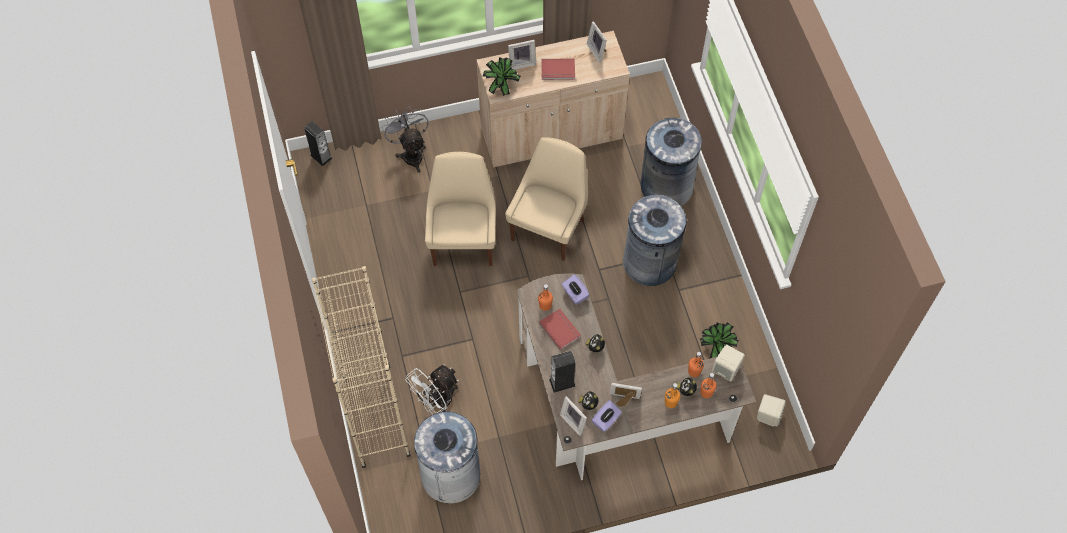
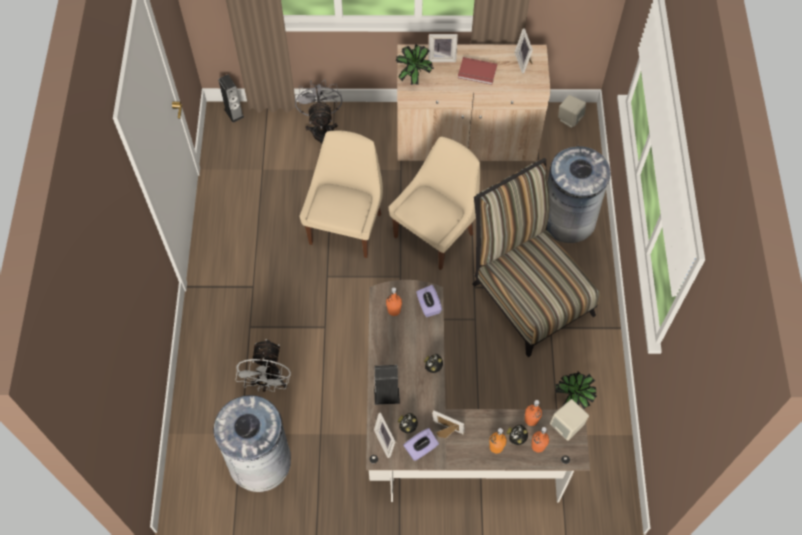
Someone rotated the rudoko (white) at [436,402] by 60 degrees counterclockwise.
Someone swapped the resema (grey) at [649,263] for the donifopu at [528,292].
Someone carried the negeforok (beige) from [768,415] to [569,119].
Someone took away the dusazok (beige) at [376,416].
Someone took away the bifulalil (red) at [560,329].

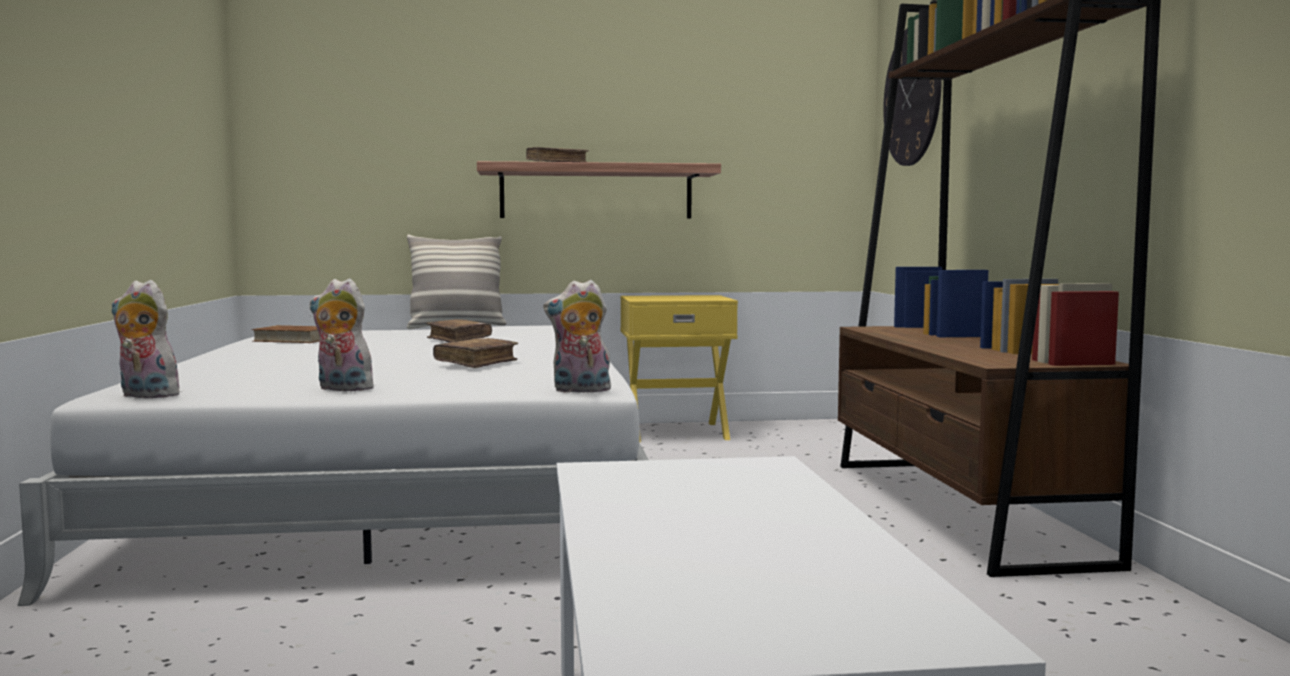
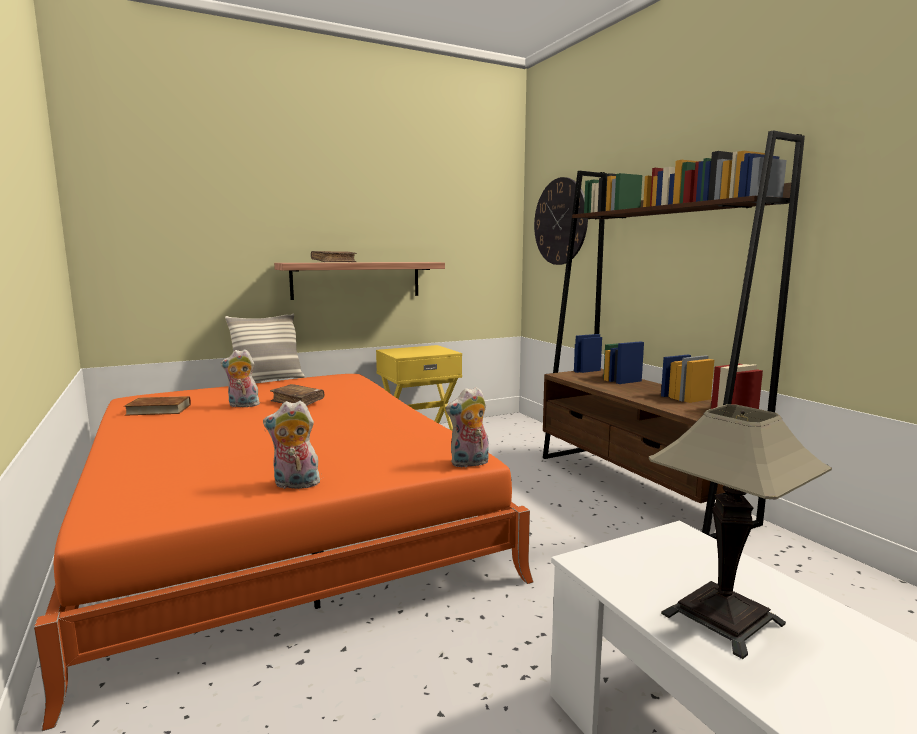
Someone repainted the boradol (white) at [405,487], which became the boradol (orange) at [278,517].
Someone carried the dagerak from [145,396] to [242,405].
Someone put down the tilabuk at [723,619].
Someone took away the bifulalil (brown) at [476,363].

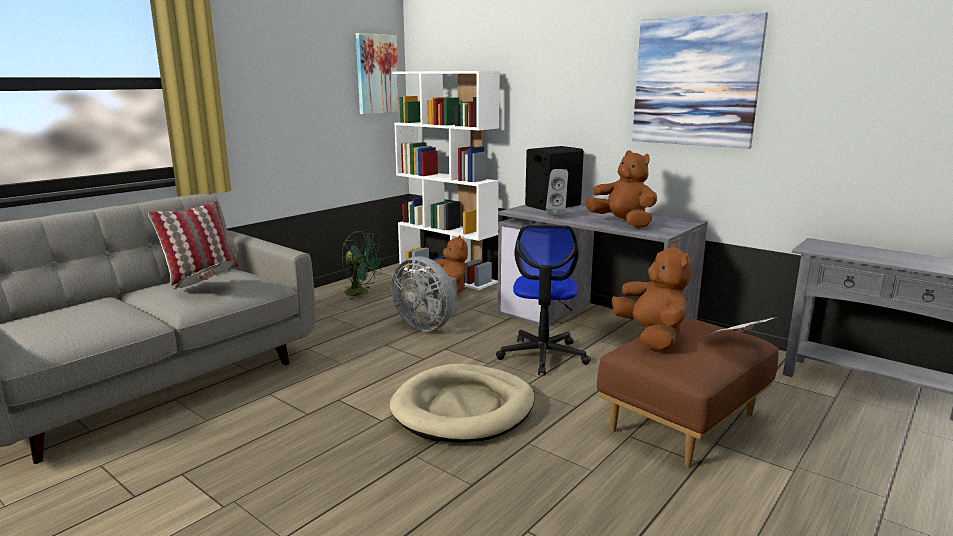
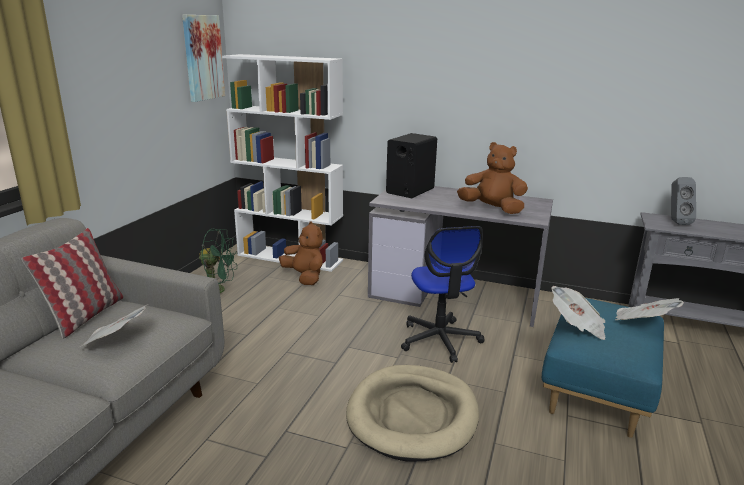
Someone repainted the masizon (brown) at [683,424], which became the masizon (blue) at [597,393].
Someone swapped the dagerak (brown) at [651,337] for the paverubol at [577,326].
Someone carried the negeforok (grey) from [557,215] to [676,222].
Someone took away the rudoko (grey) at [427,325].
Someone took away the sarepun at [695,82].

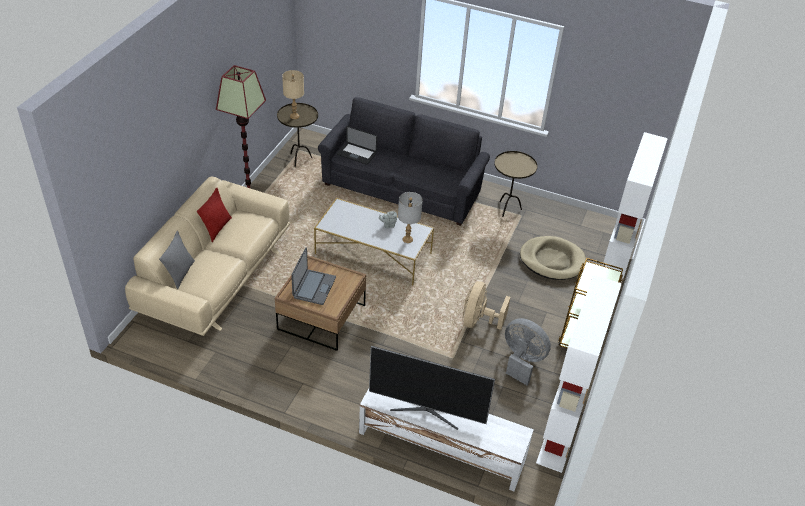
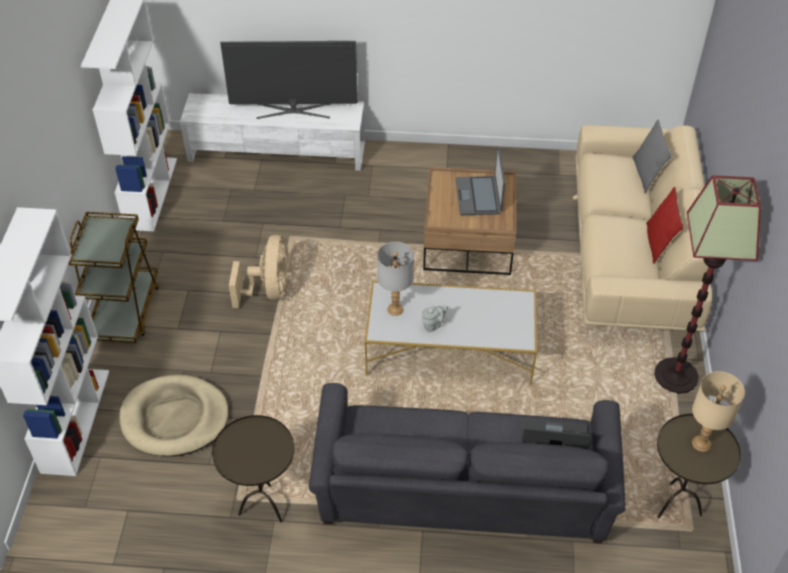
Someone took away the rudoko (grey) at [522,361].

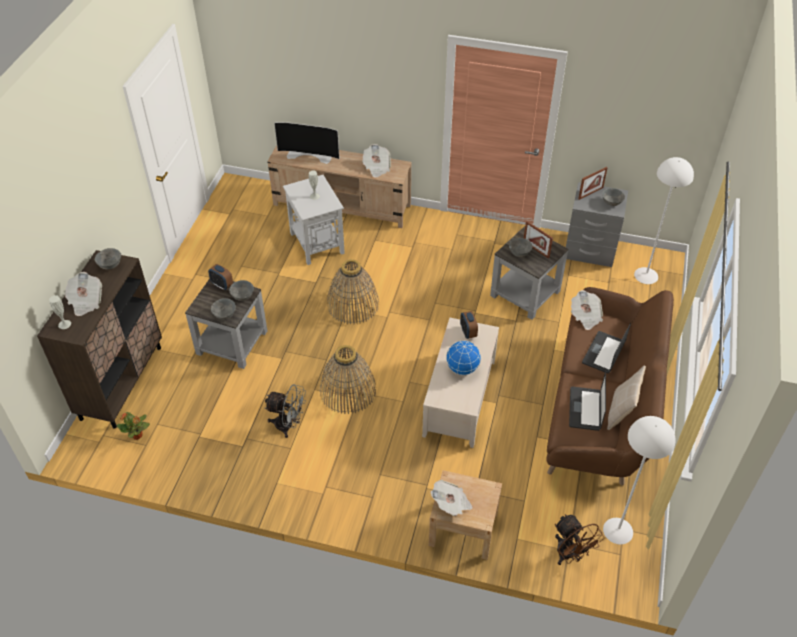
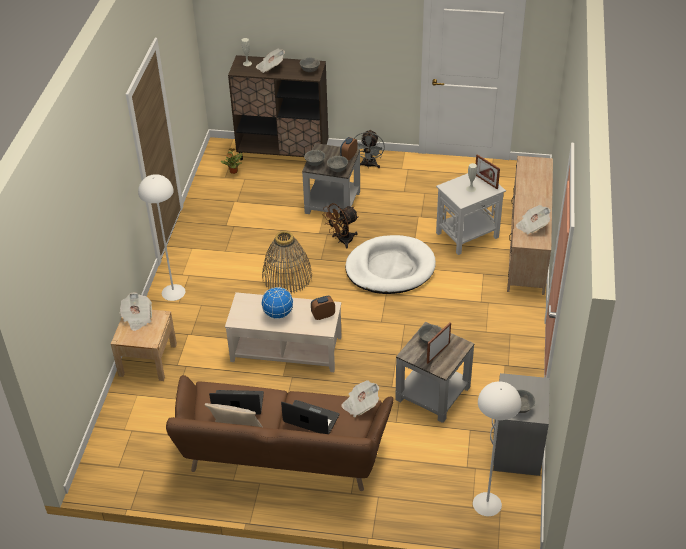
Someone carried the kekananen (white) from [618,531] to [173,292].
Someone carried the rudoko (brown) from [570,555] to [342,241].
Someone swapped the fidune at [353,305] for the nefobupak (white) at [390,268].
Someone carried the rudoko (grey) from [288,425] to [368,165].
Someone carried the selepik from [590,193] to [486,181].
Someone took away the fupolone at [310,155].

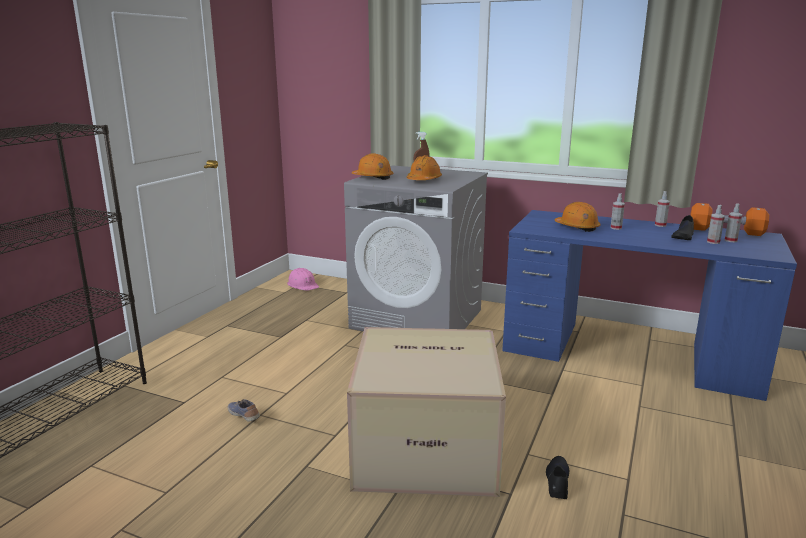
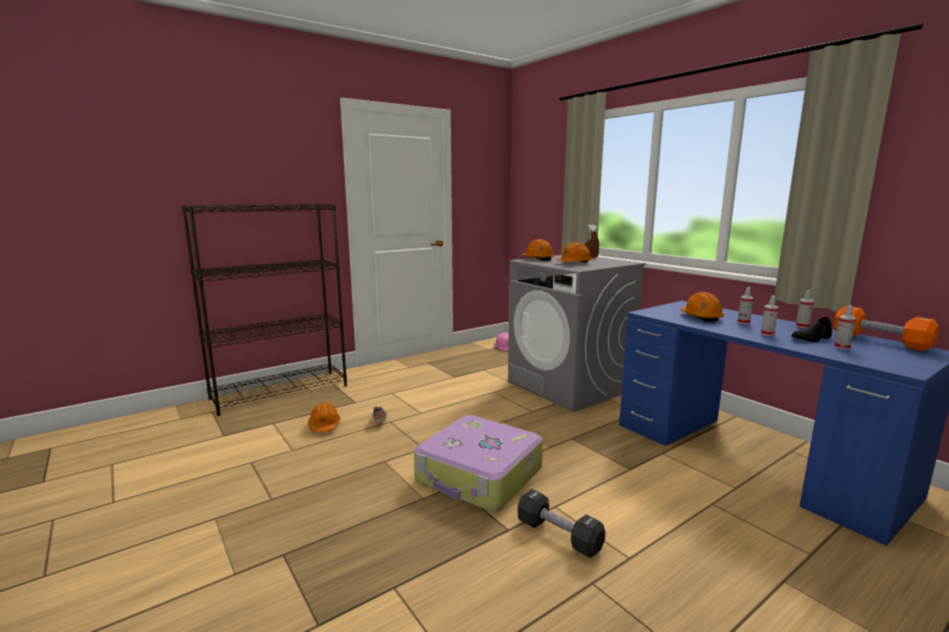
Someone put down the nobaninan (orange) at [324,426].
Someone swapped the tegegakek at [428,447] for the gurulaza at [479,476].
Someone swapped the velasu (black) at [557,481] for the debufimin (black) at [558,535].
Someone carried the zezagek from [730,240] to [767,334].

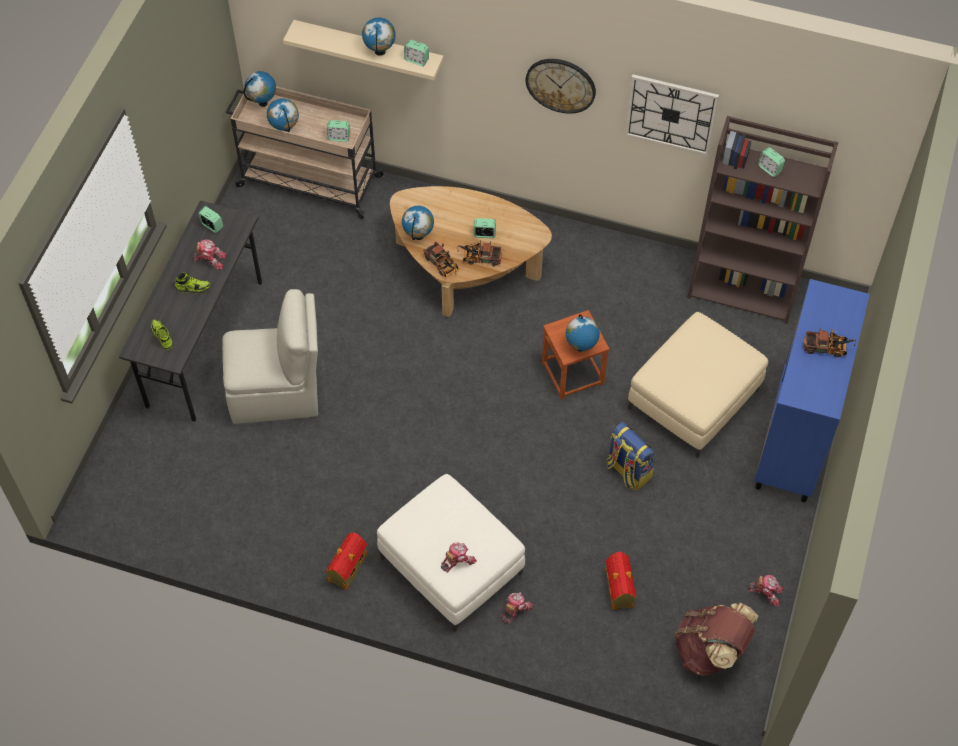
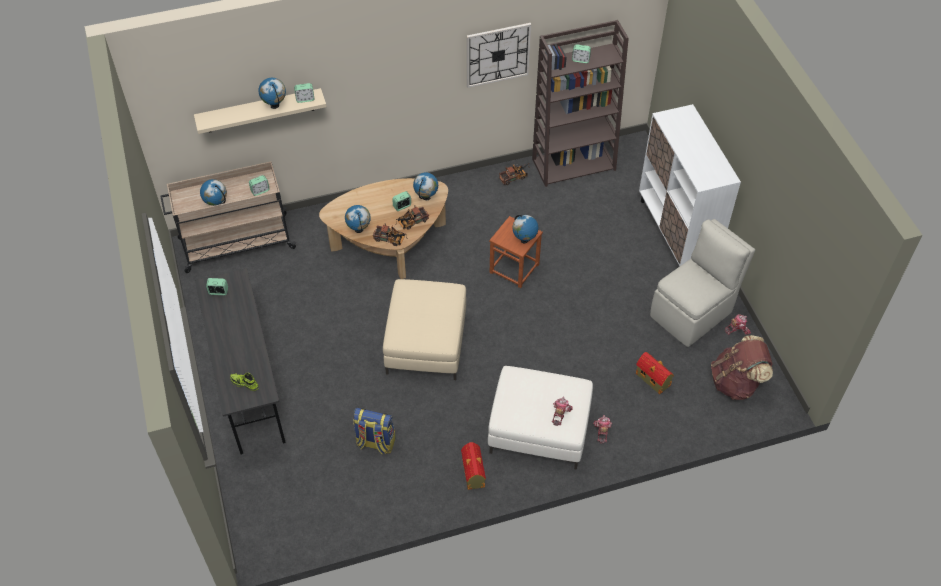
Someone carried the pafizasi from [627,471] to [375,442].
Someone carried the masizon (beige) from [694,399] to [426,342].
Someone carried the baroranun from [263,103] to [426,197].
Someone carried the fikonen from [827,348] to [515,177].
Someone repainted the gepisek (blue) at [794,438], which became the gepisek (white) at [676,232].
Someone carried the donifopu (beige) from [277,393] to [692,313].
Someone took away the velasu at [193,287].
Someone took away the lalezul at [210,259].
Someone took away the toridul at [561,85].

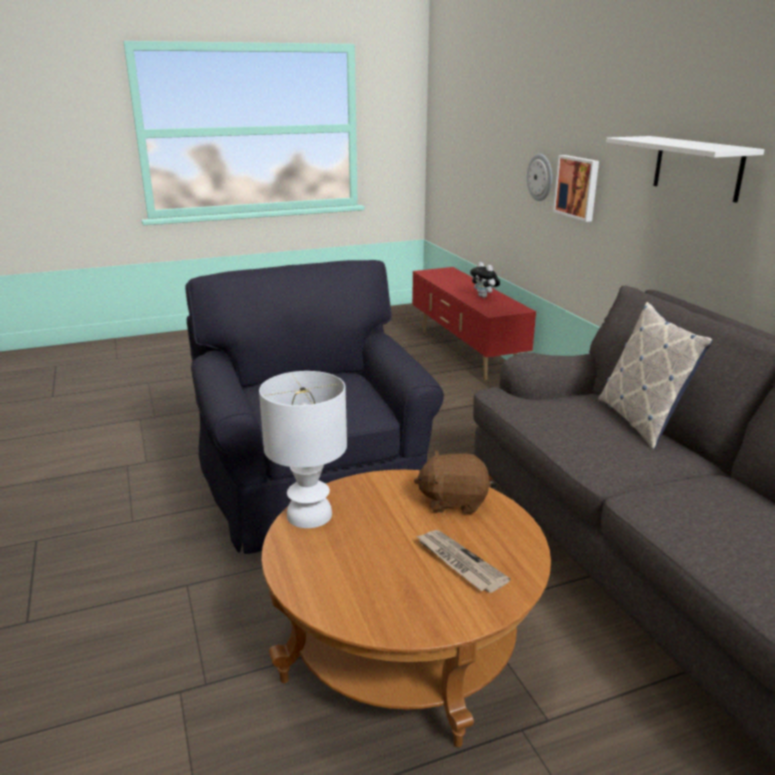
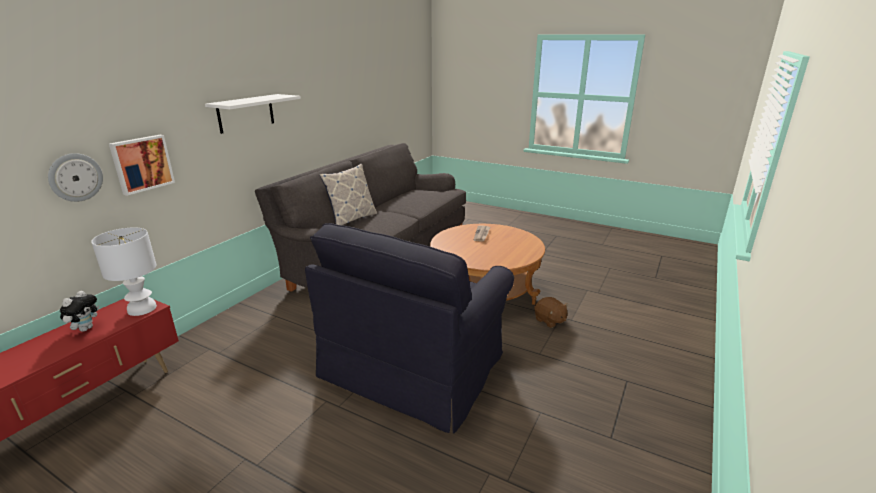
Someone carried the tilabuk (white) from [308,514] to [141,309].
Someone carried the dagerak (brown) from [453,501] to [550,321].

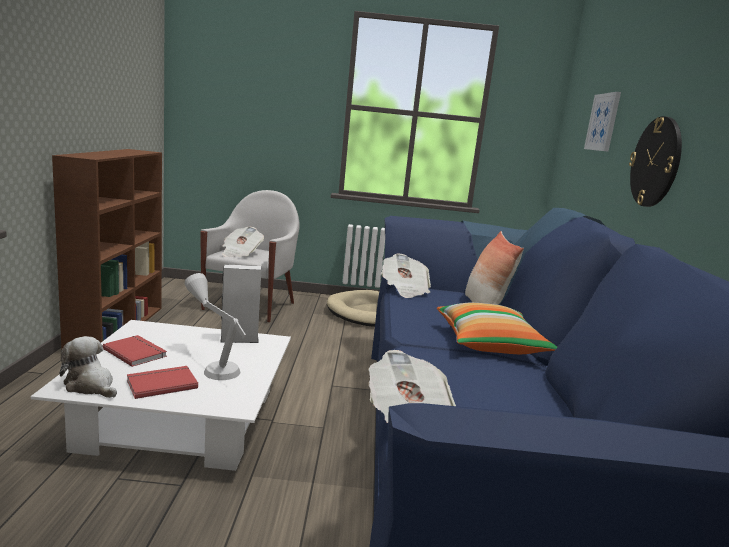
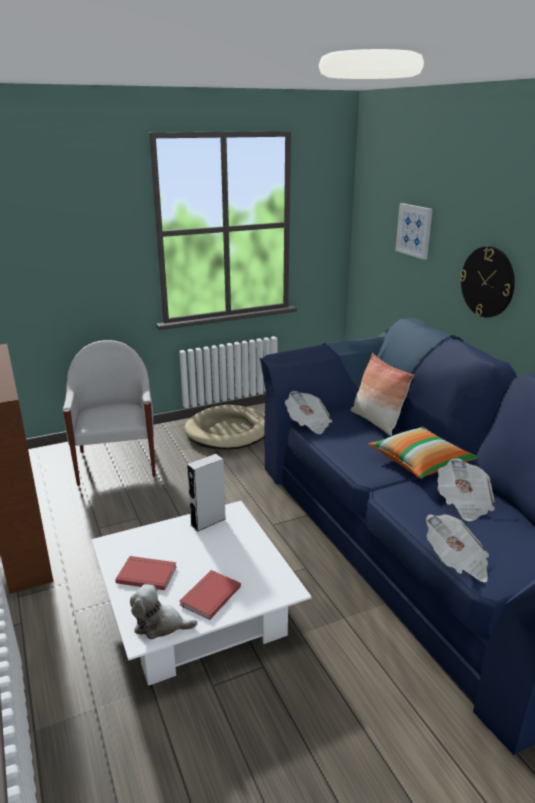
Someone carried the paverubol from [240,253] to [463,503].
Someone took away the tilabuk (grey) at [214,365].

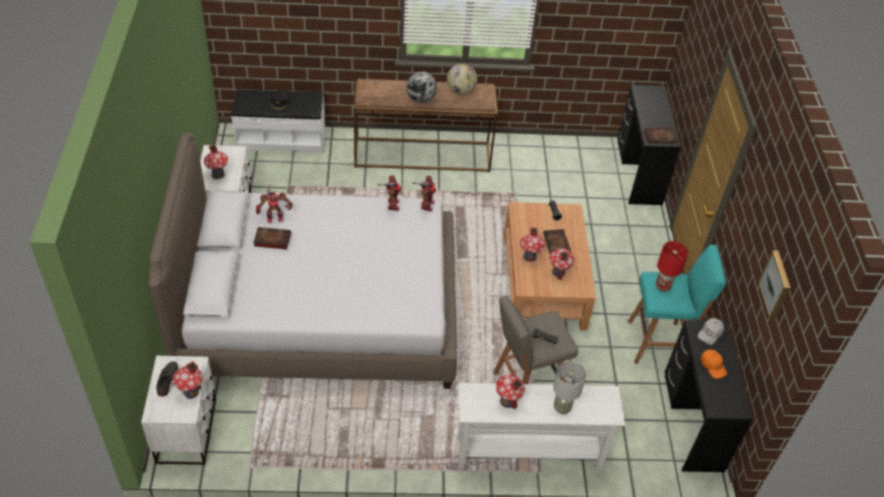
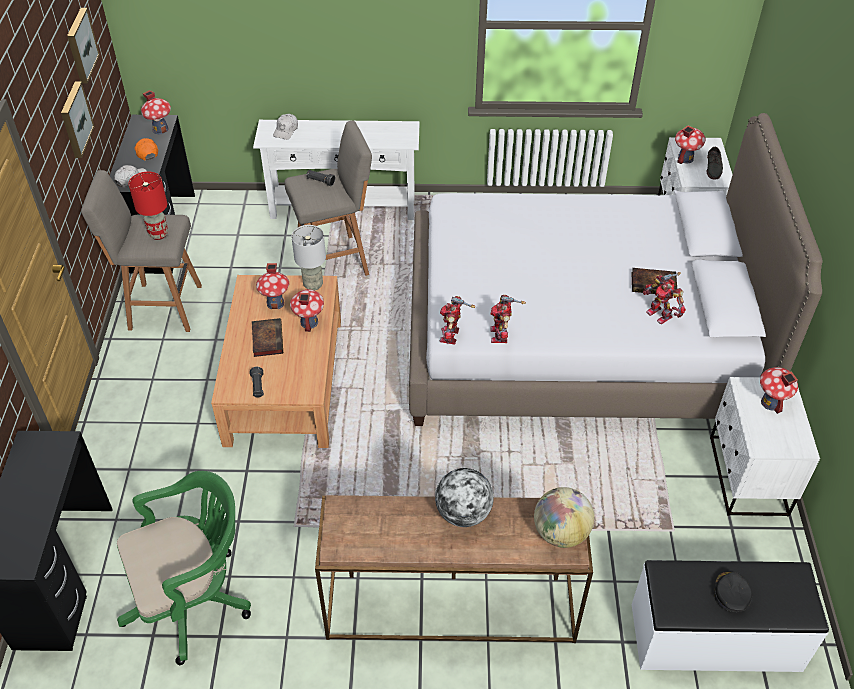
Someone put up the sarepun at [75,119].
Someone repainted the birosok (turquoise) at [658,343], which became the birosok (grey) at [162,307].
Someone put down the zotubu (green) at [194,599].
Someone carried the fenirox from [507,401] to [160,129].
Someone put down the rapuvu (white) at [286,130].
Someone carried the tilabuk (grey) from [562,407] to [313,285].
Someone carried the baroranun from [461,91] to [560,533].
Someone rotated the lalezul at [274,217] by 120 degrees counterclockwise.
Someone took away the bifulalil at [660,137].

